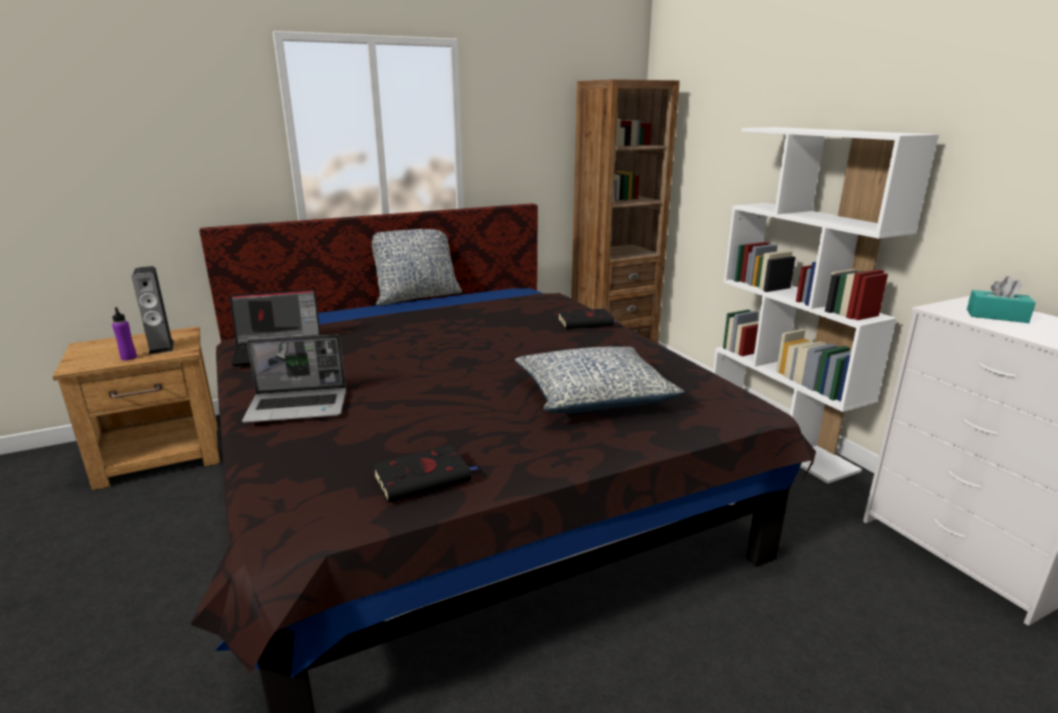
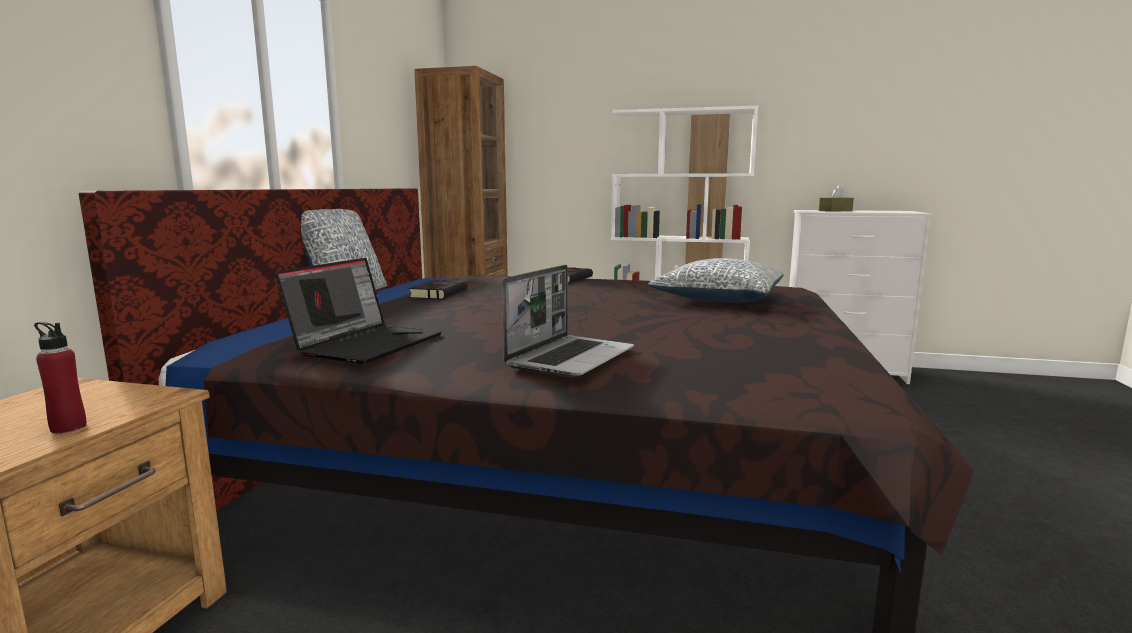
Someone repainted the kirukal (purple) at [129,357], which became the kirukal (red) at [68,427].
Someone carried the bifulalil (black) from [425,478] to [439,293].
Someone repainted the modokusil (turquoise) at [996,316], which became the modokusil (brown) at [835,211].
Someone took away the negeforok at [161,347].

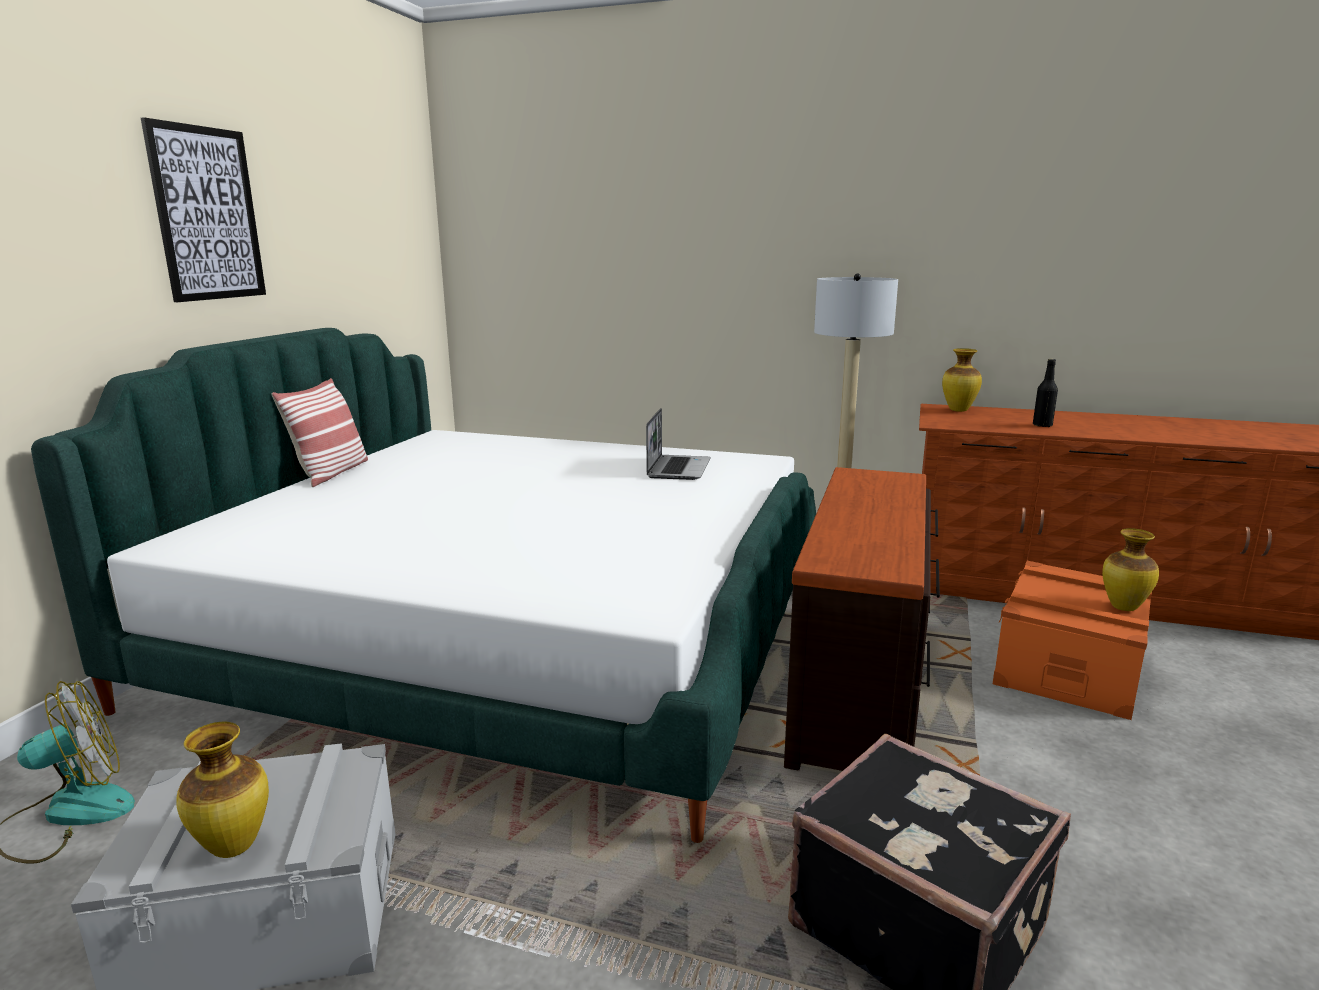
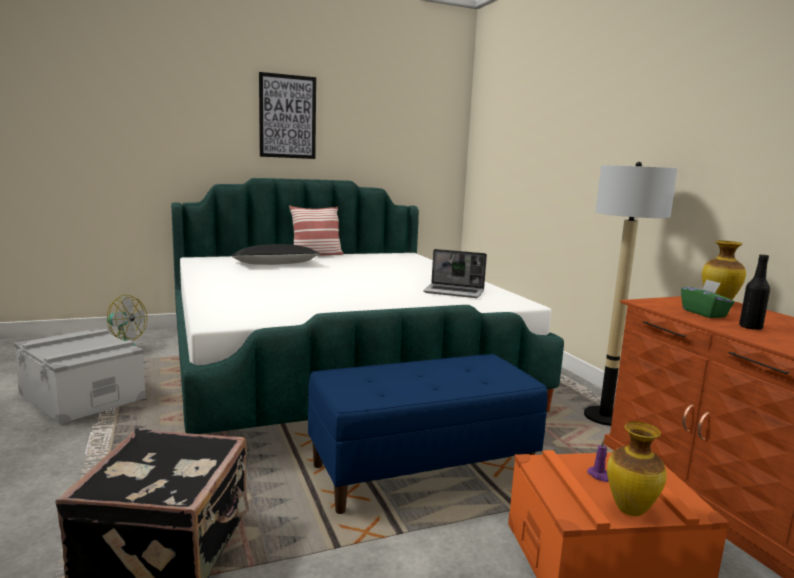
Someone put down the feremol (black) at [275,264].
Someone swapped the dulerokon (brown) at [861,686] for the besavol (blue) at [422,470].
Someone rotated the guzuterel at [678,469] by 45 degrees clockwise.
Someone put down the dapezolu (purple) at [599,475].
Someone put down the modokusil (green) at [704,313].
Someone took away the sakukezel at [235,847].

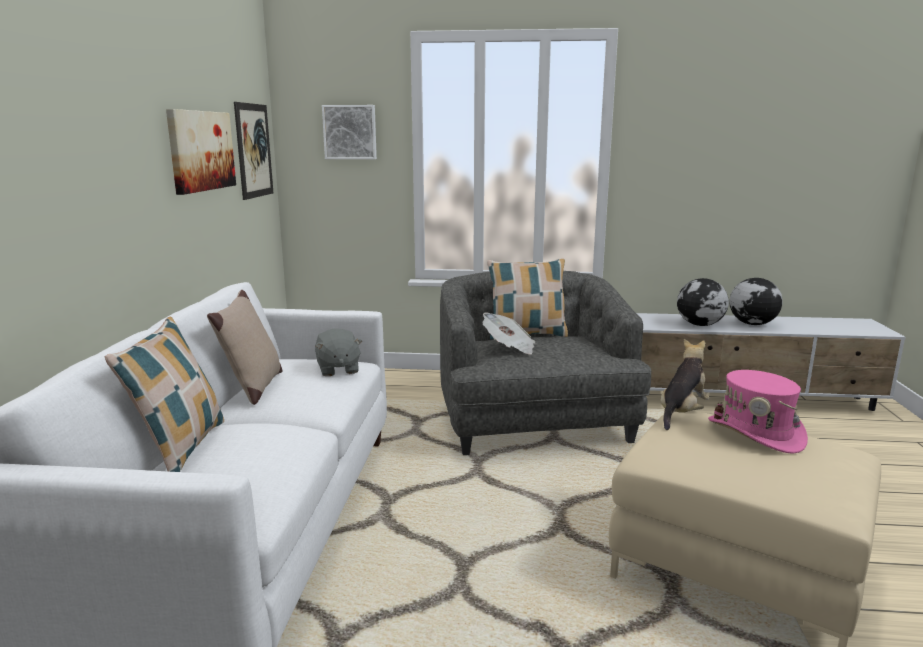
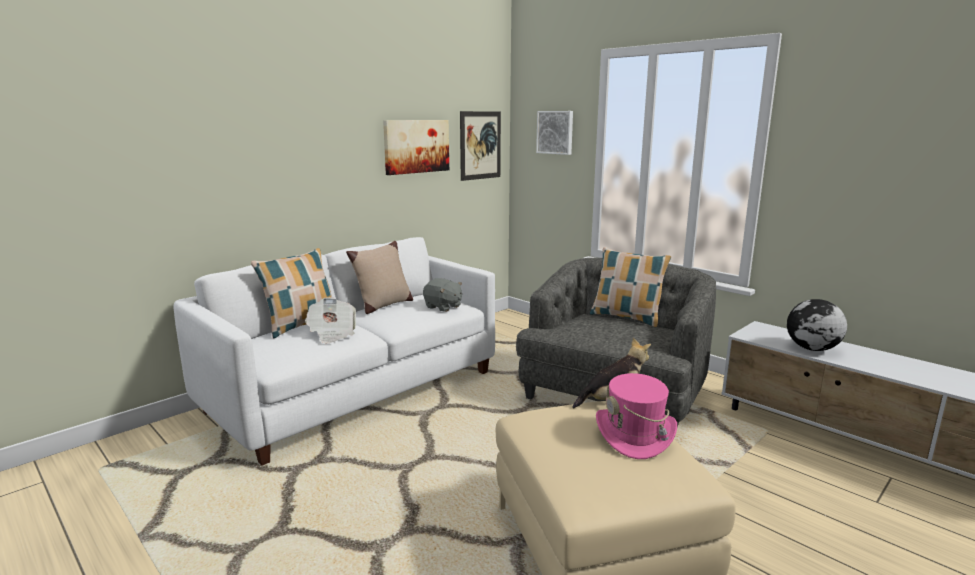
Someone carried the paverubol from [509,347] to [332,333].
Someone rotated the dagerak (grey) at [338,369] by 75 degrees counterclockwise.
Someone took away the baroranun at [752,324].

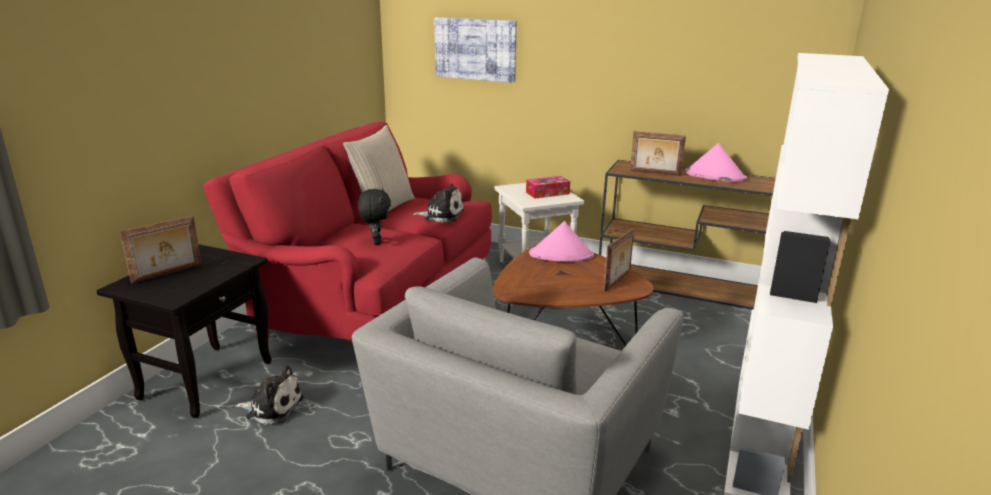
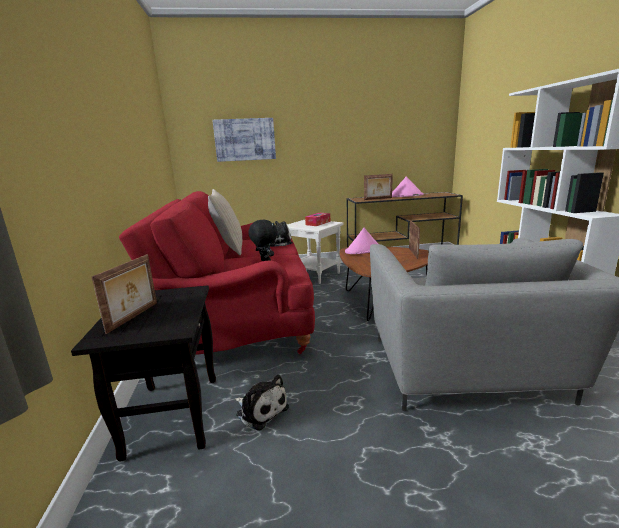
Someone rotated the dagerak at [272,407] by 60 degrees clockwise.

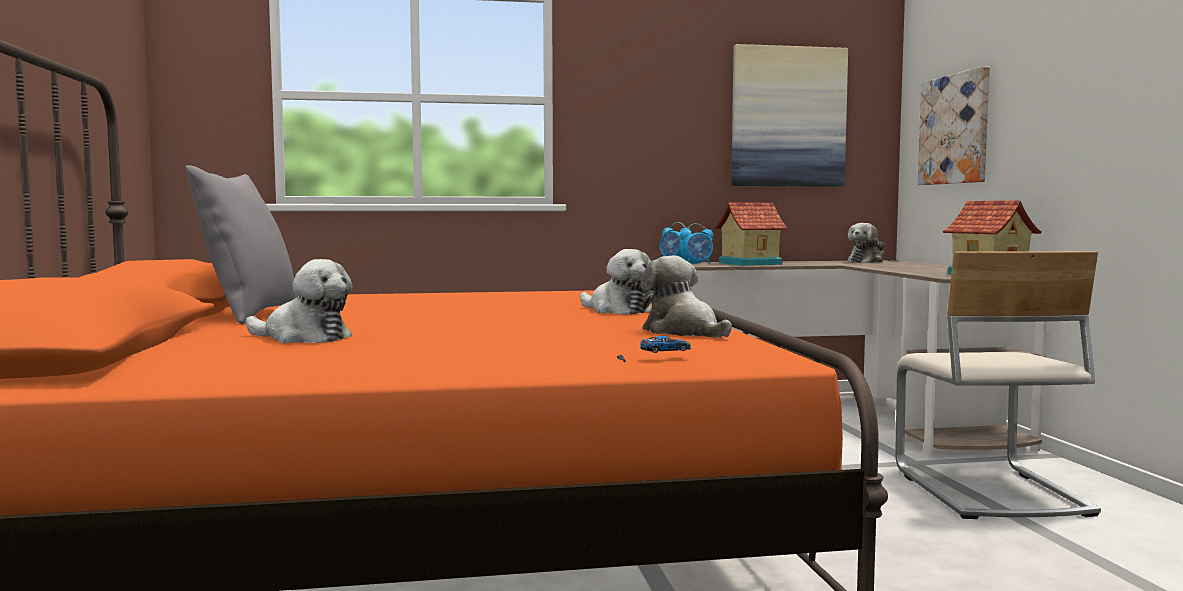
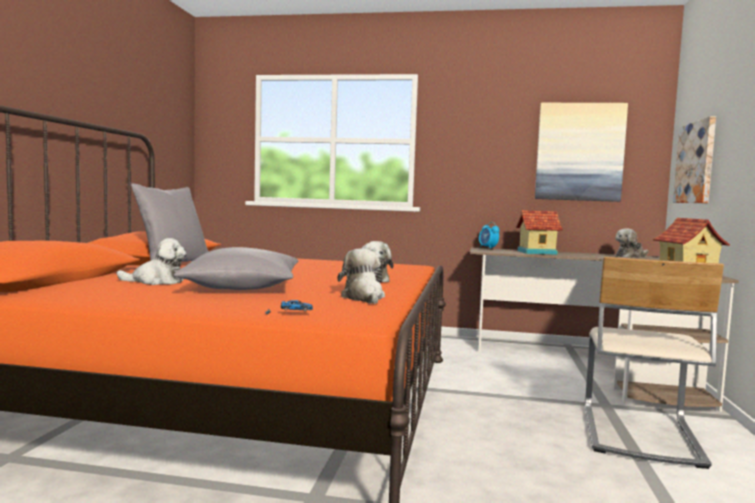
Someone rotated the dagerak at [303,338] by 45 degrees counterclockwise.
Someone put down the feremol (grey) at [242,288].
Someone took away the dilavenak at [697,264].

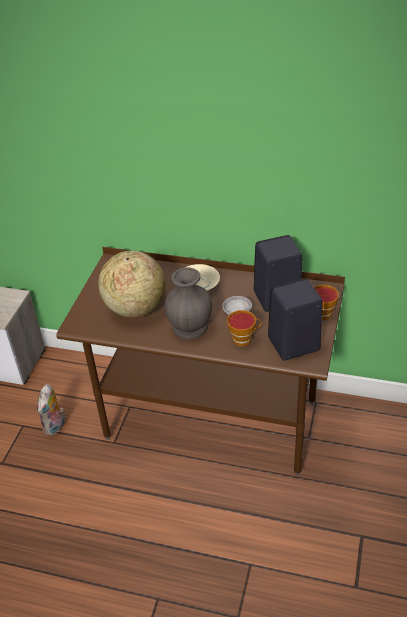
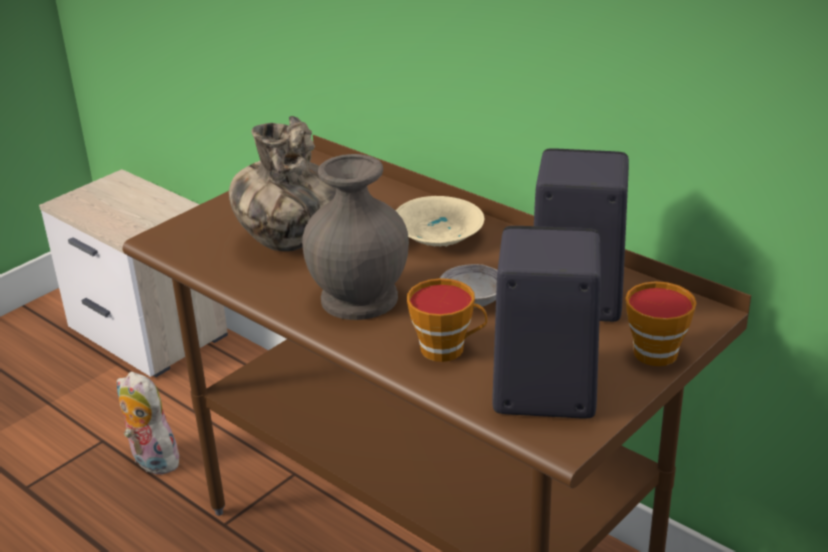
Someone rotated the dagerak at [56,426] by 90 degrees clockwise.
Someone swapped the baroranun at [135,308] for the sakukezel at [289,241].

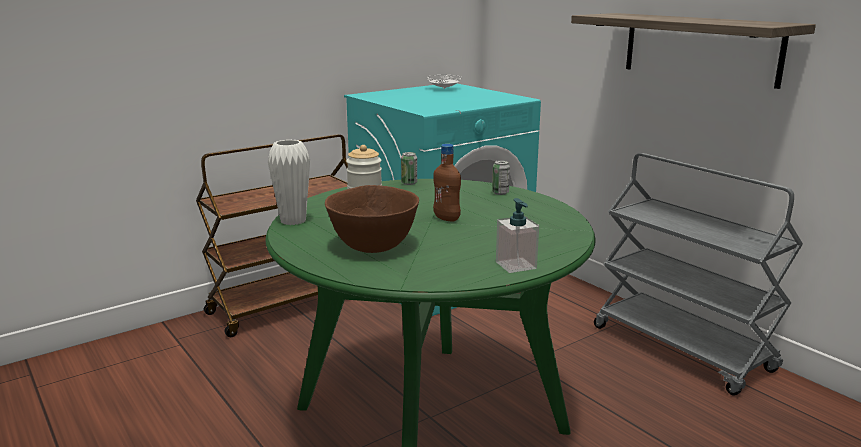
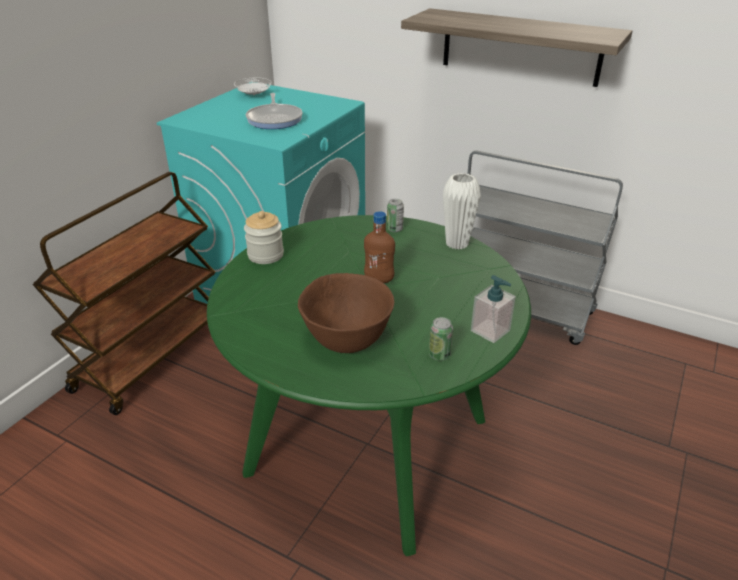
Someone put down the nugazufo at [275,119].
Someone carried the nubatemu from [409,183] to [439,355].
Someone carried the sakukezel (white) from [293,221] to [457,244].

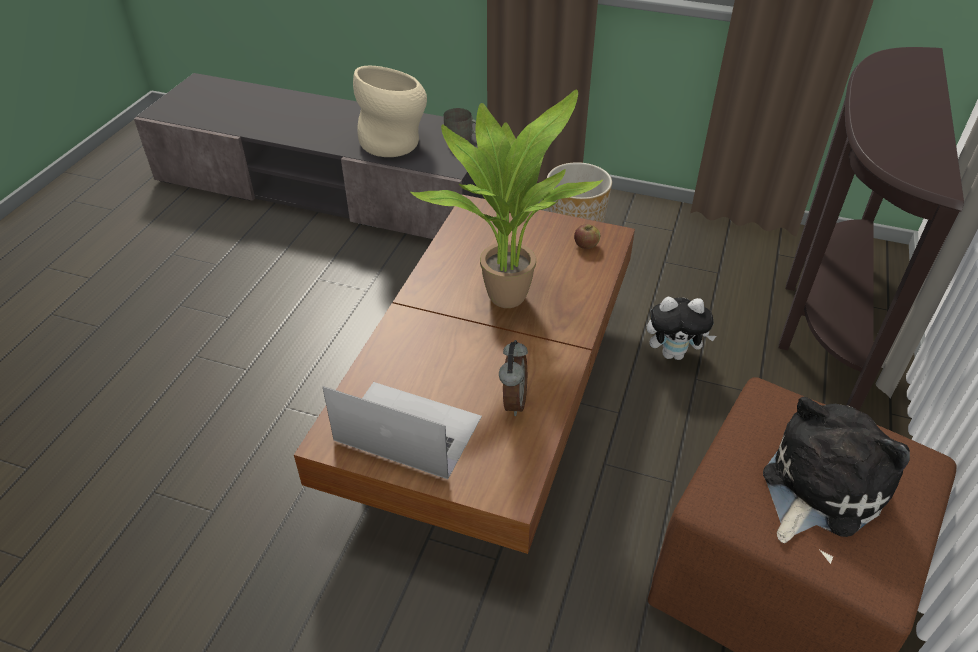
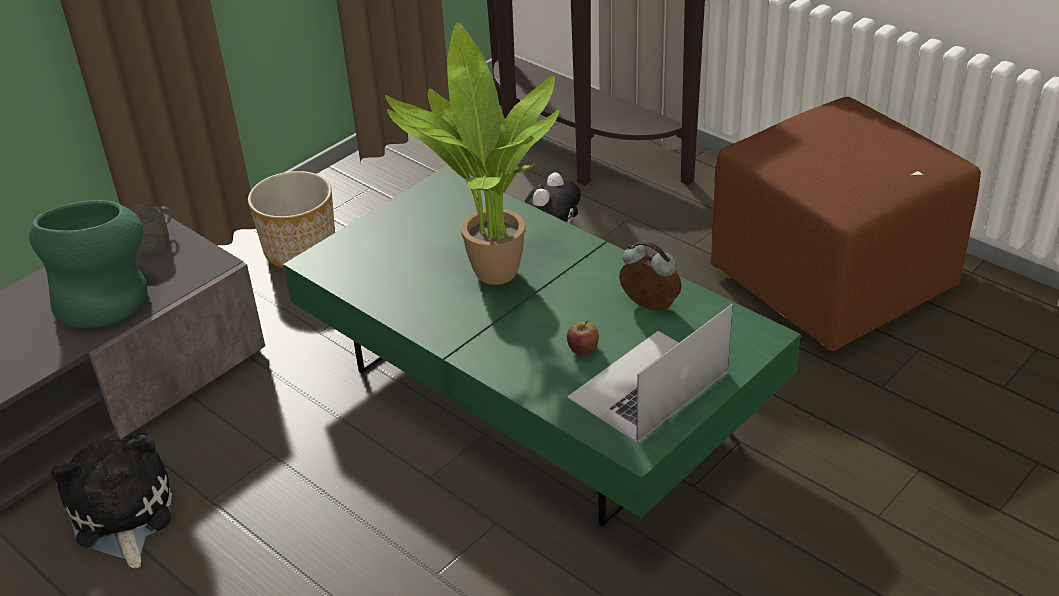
Someone repainted the sakukezel (beige) at [395,142], which became the sakukezel (green) at [105,298].
Someone carried the dagerak from [818,487] to [121,516].
Someone repainted the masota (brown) at [487,400], which became the masota (green) at [532,394].
Someone carried the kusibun from [586,245] to [583,349].

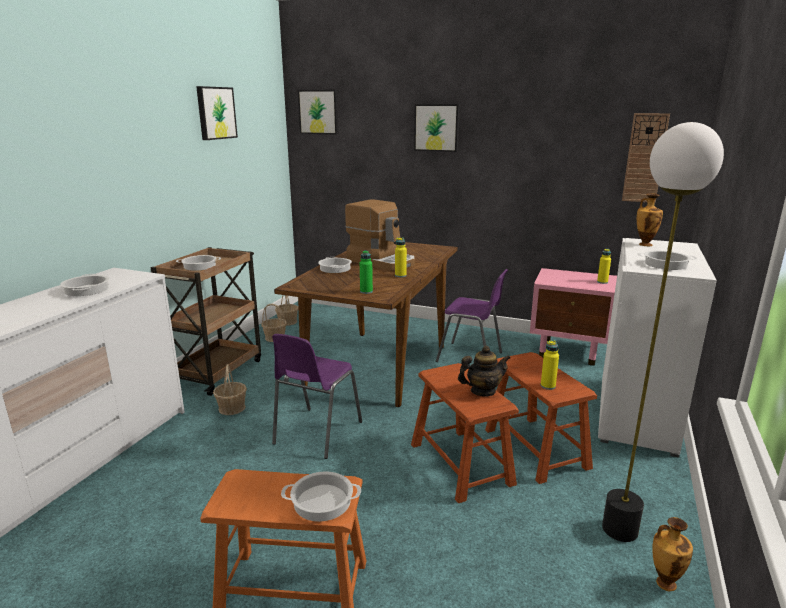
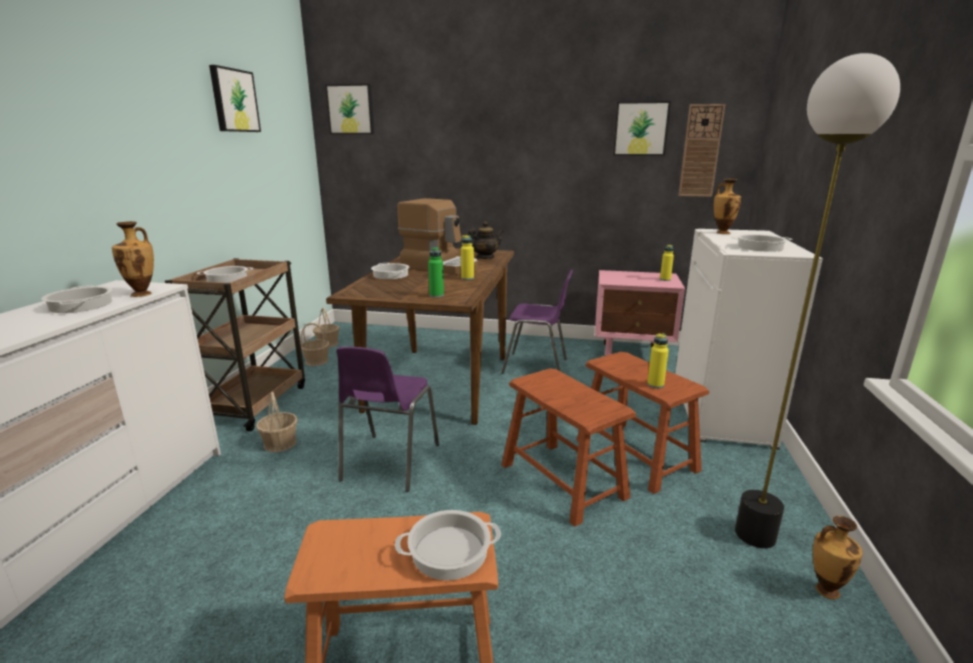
Someone put down the sakukezel at [143,294].
Someone carried the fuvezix from [482,391] to [485,258].
Someone carried the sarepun from [436,127] to [640,129].

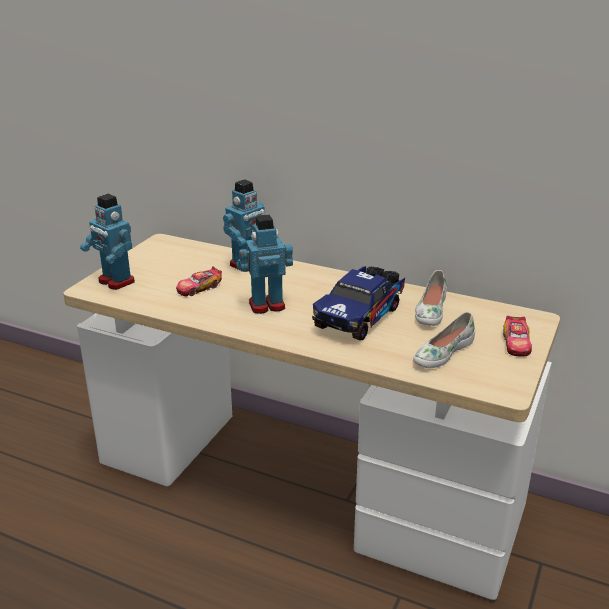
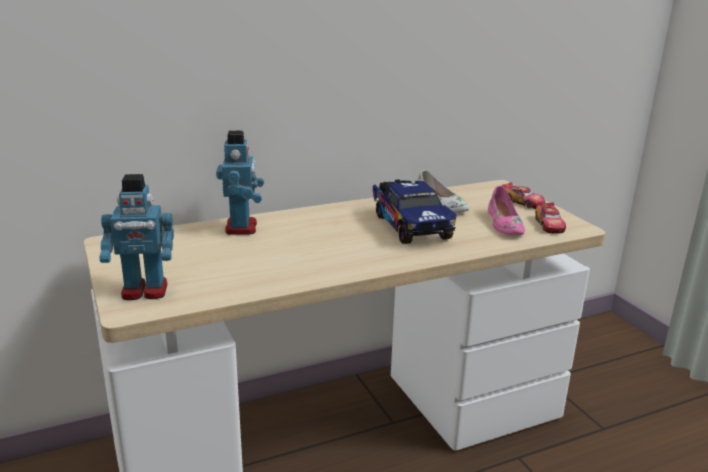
Someone repainted the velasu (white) at [442,352], which became the velasu (pink) at [503,224].
Someone carried the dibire from [198,288] to [549,225].
Someone took away the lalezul at [266,305].

